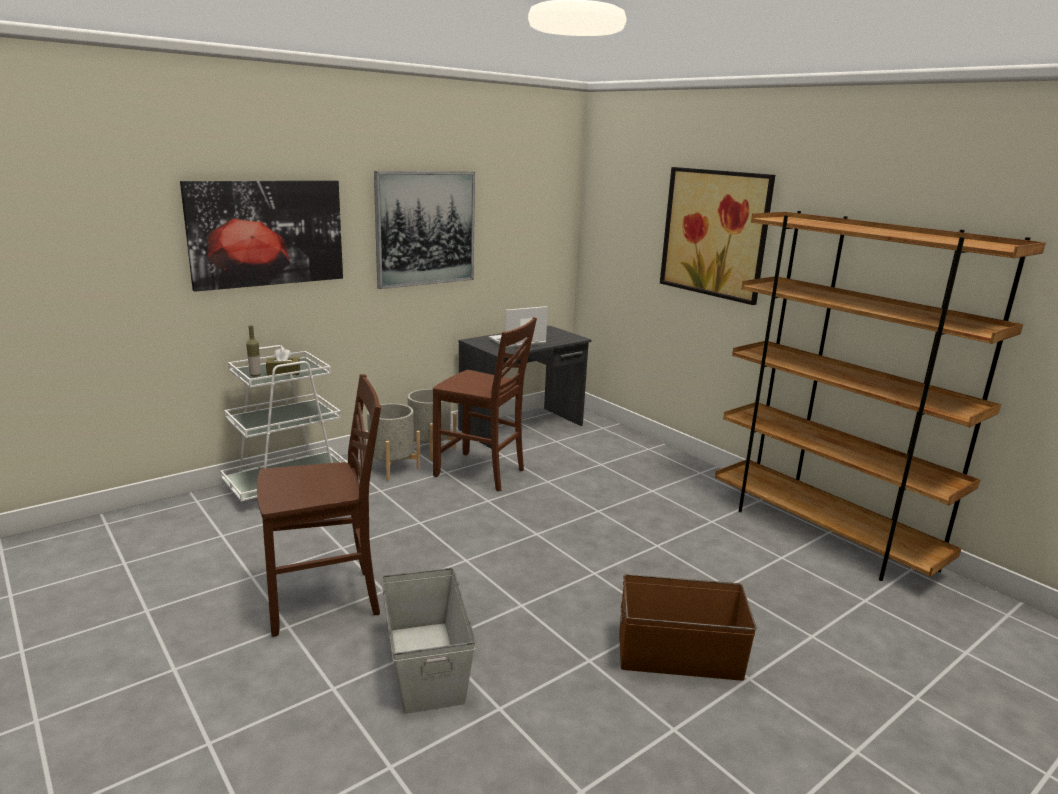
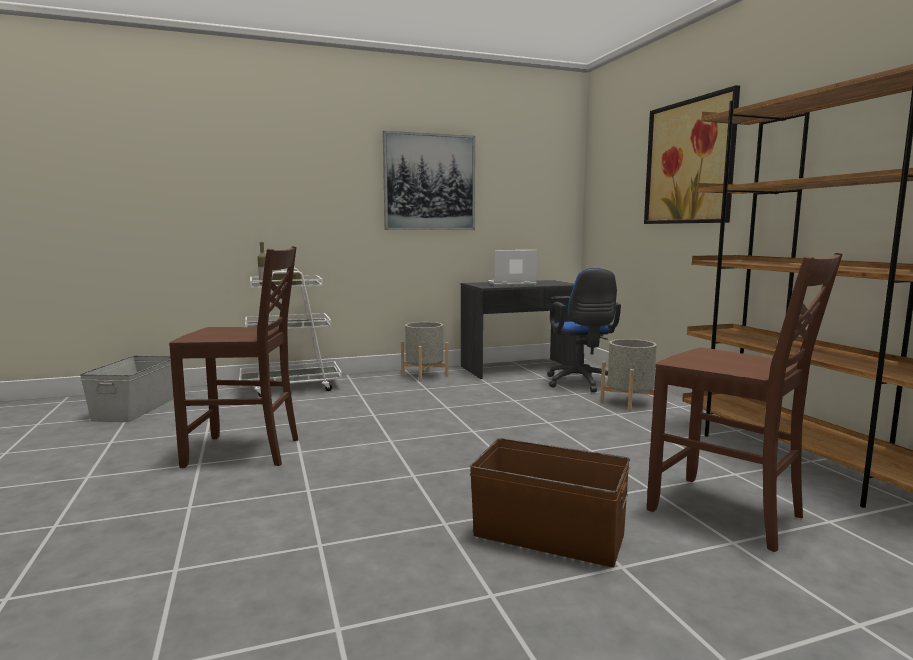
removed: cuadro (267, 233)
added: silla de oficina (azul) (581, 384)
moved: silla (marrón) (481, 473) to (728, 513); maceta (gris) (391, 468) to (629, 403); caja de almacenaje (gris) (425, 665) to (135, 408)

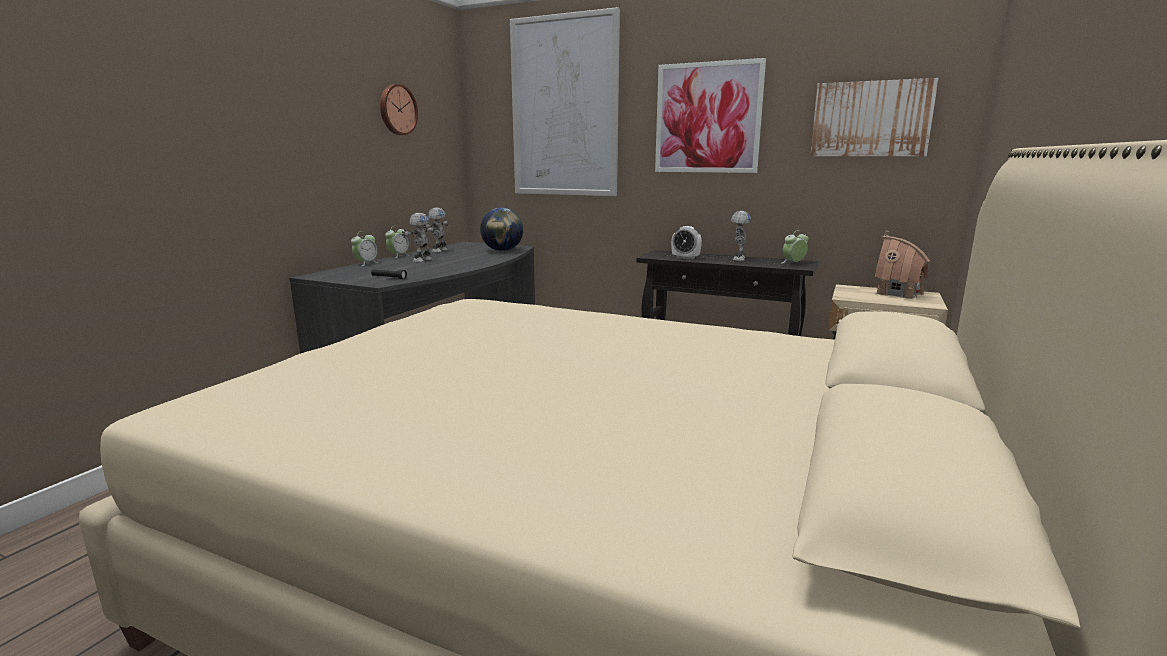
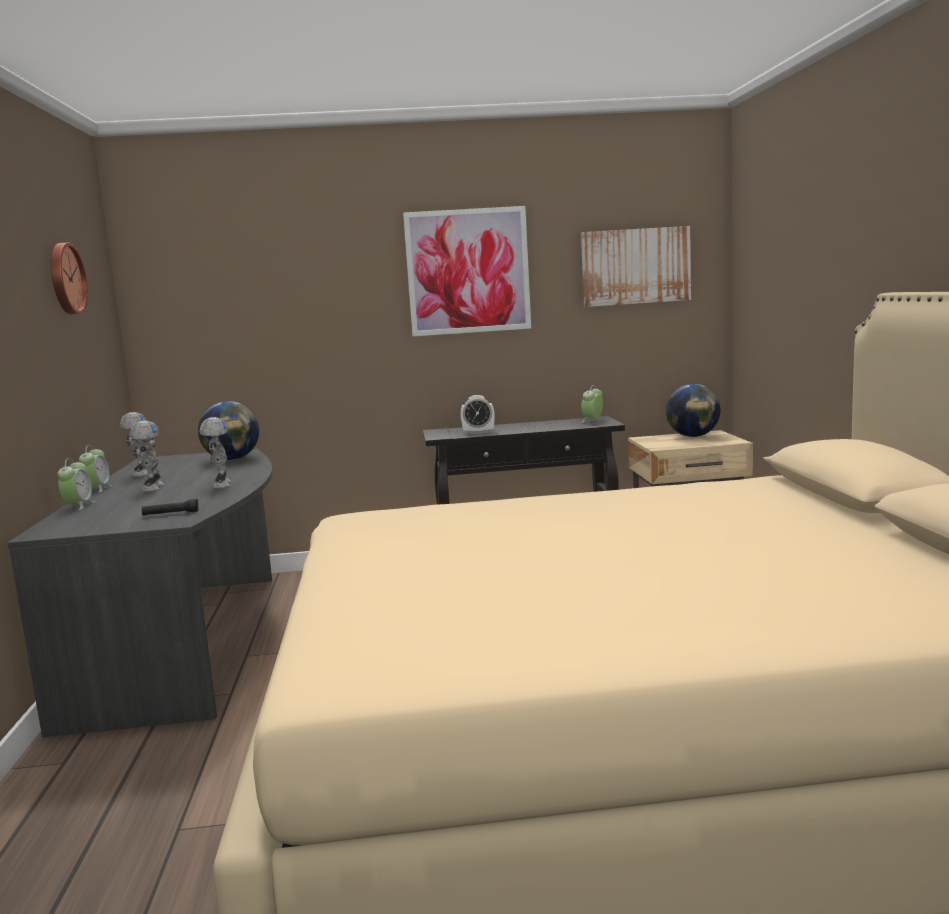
removed: cuadro (564, 108)
moved: robot de juguete (738, 259) to (220, 485)
replaced: casita (898, 293) to globo terráqueo (693, 436)

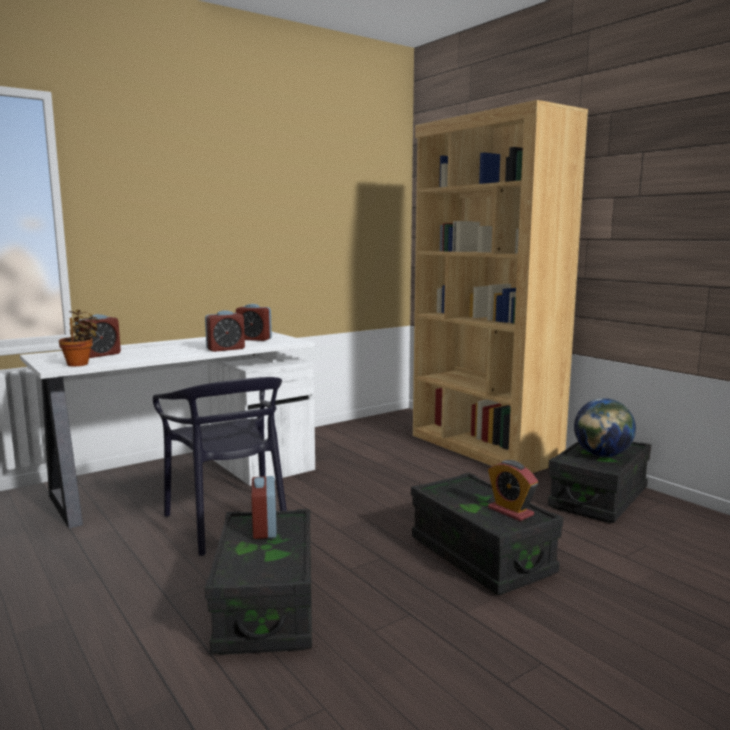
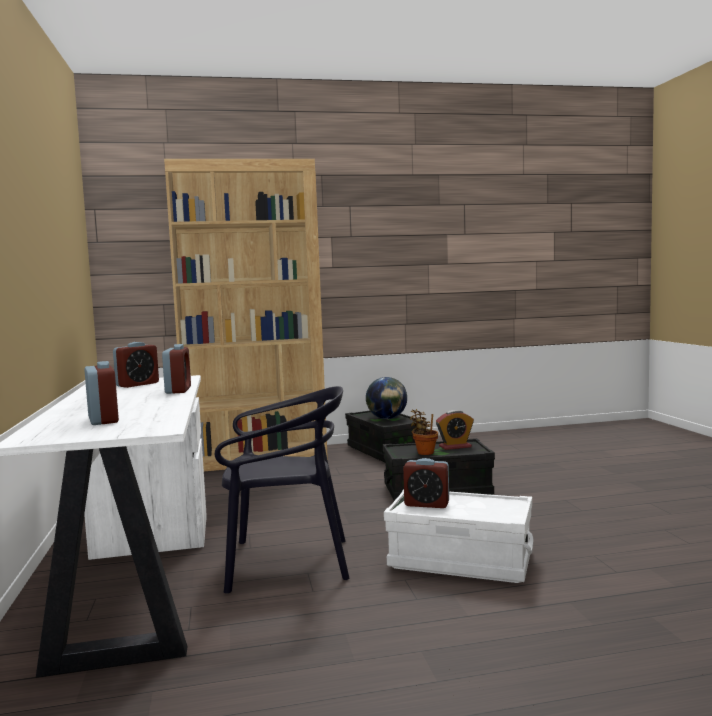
moved: planta en maceta (80, 364) to (424, 452)
recoloured: caja de almacenaje (negro) (266, 606) to caja de almacenaje (blanco) (460, 560)

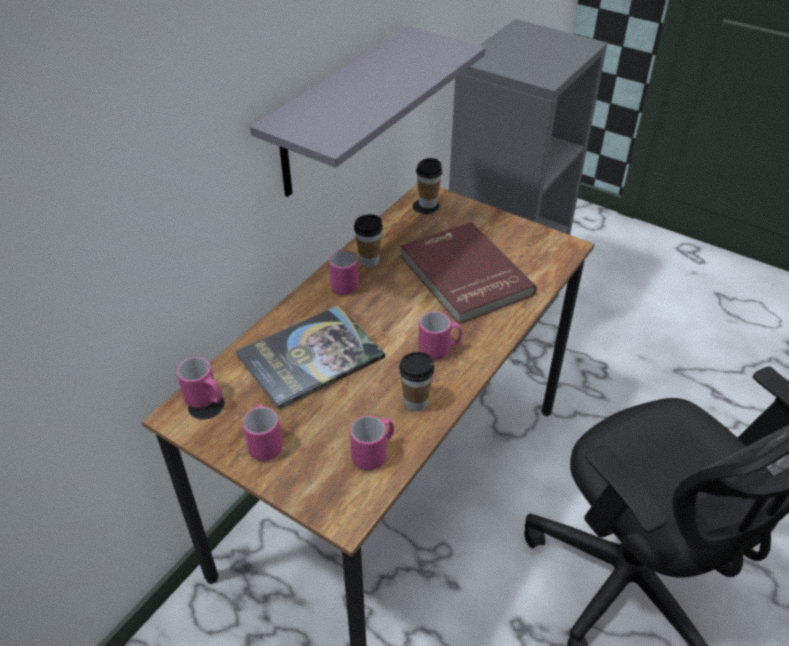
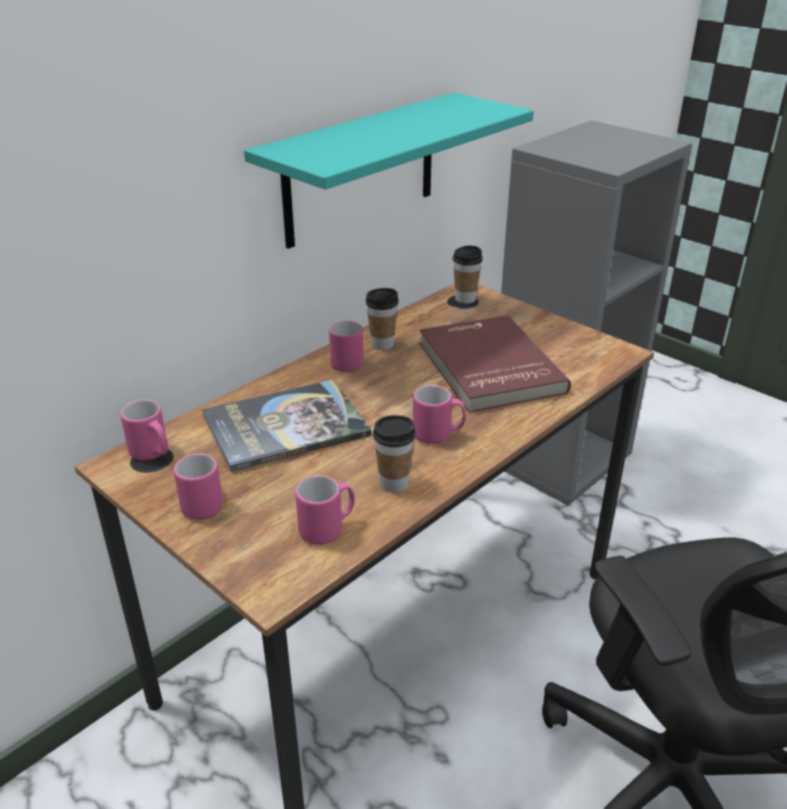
recoloured: estante (gris) (339, 114) to estante (turquesa) (360, 170)

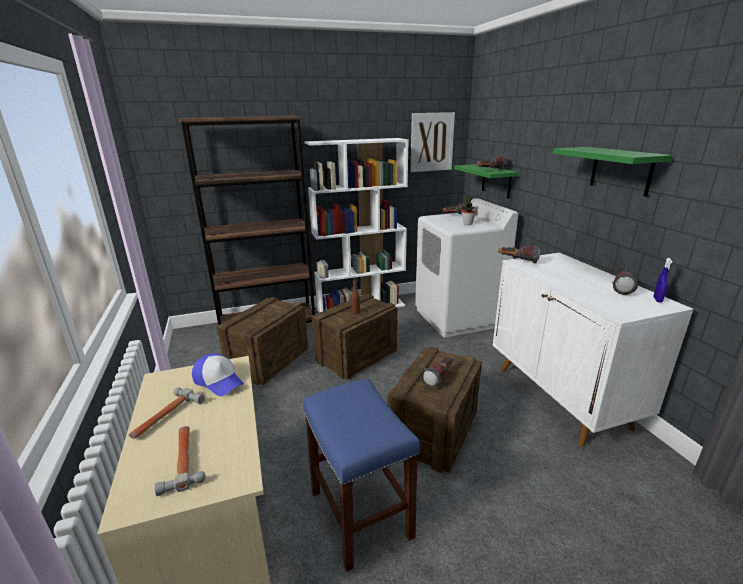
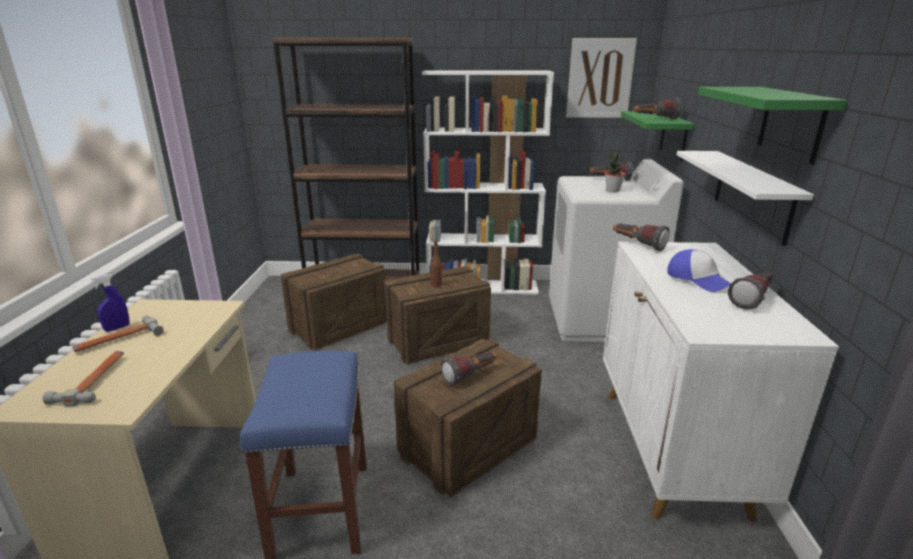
added: estante (blanco) (752, 195)
moved: pulverizador (azul) (657, 300) to (117, 328); gorra (219, 381) to (698, 279)

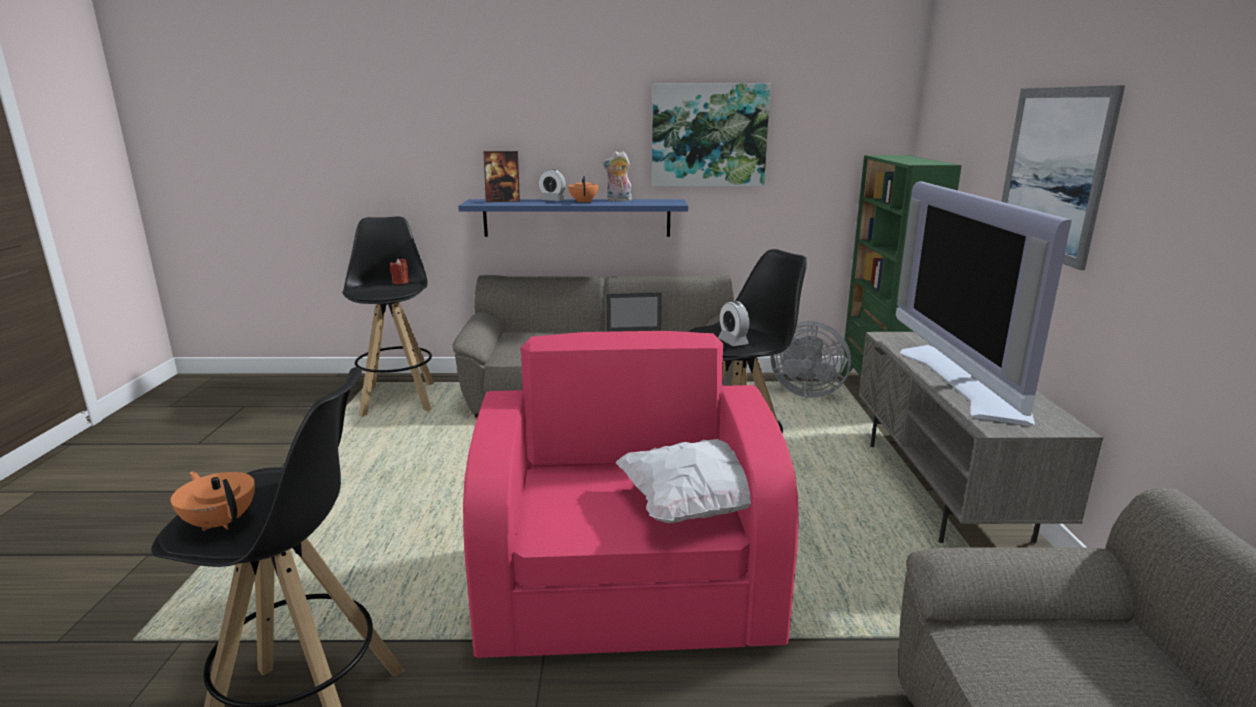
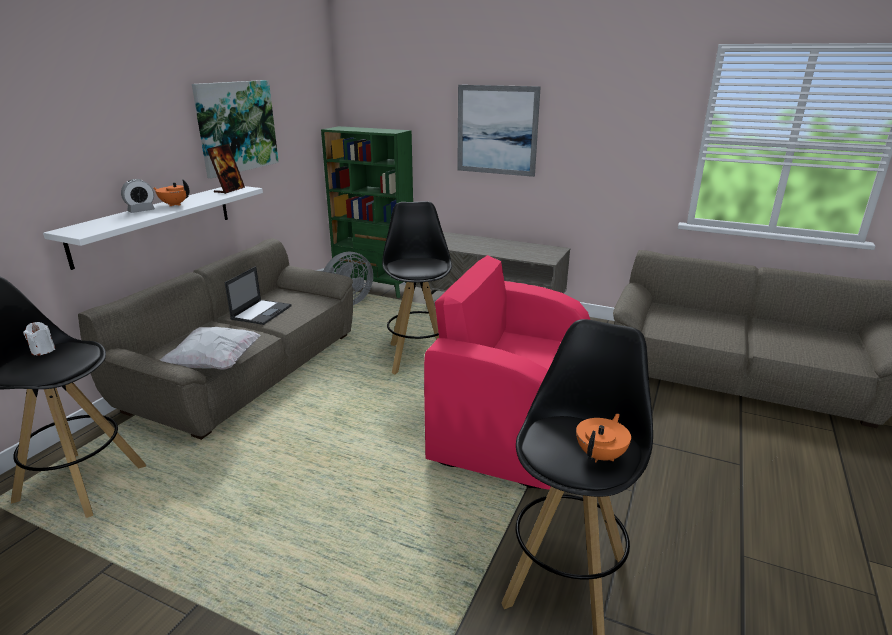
removed: peluche (618, 200); televisor (963, 382); despertador (733, 342)
moved: portarretratos (503, 201) to (229, 190); cojín (blanco) (692, 506) to (215, 364)
recoloured: estante (azul) (577, 218) to estante (blanco) (155, 223); vela (rojo) (400, 282) to vela (blanco) (43, 350)
turned: tetera (naranja) (221, 522) = (601, 455) 150 degrees clockwise

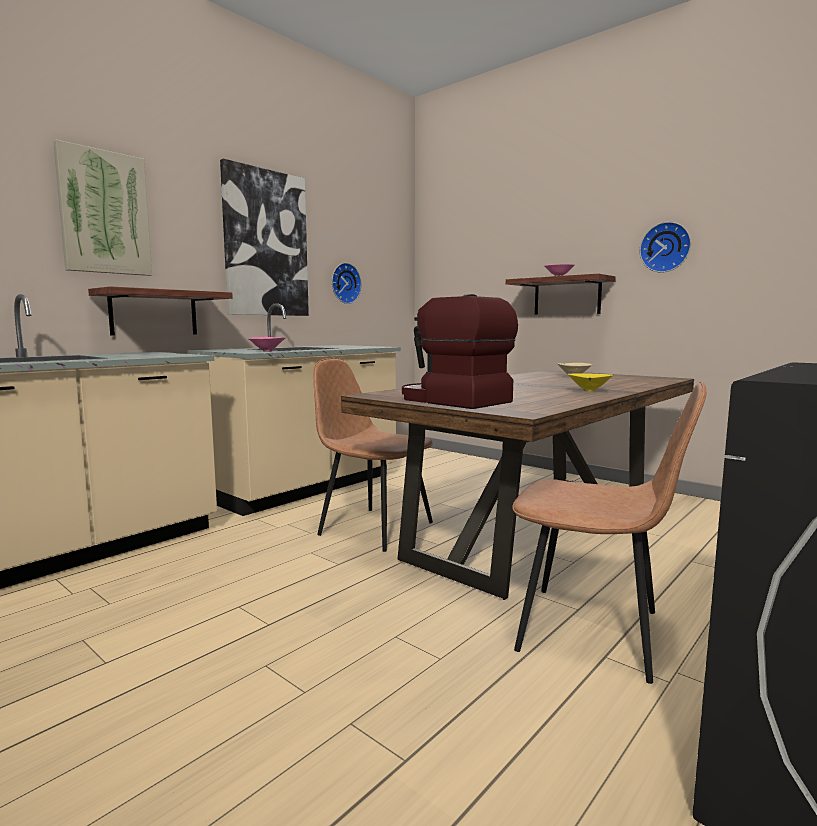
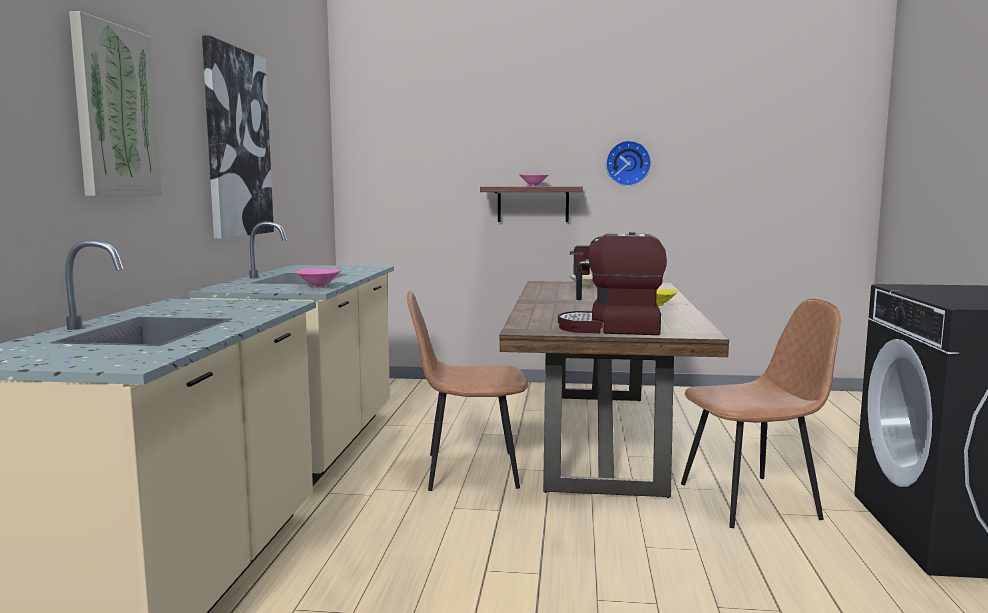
removed: reloj de pared (344, 283); estante (154, 313)

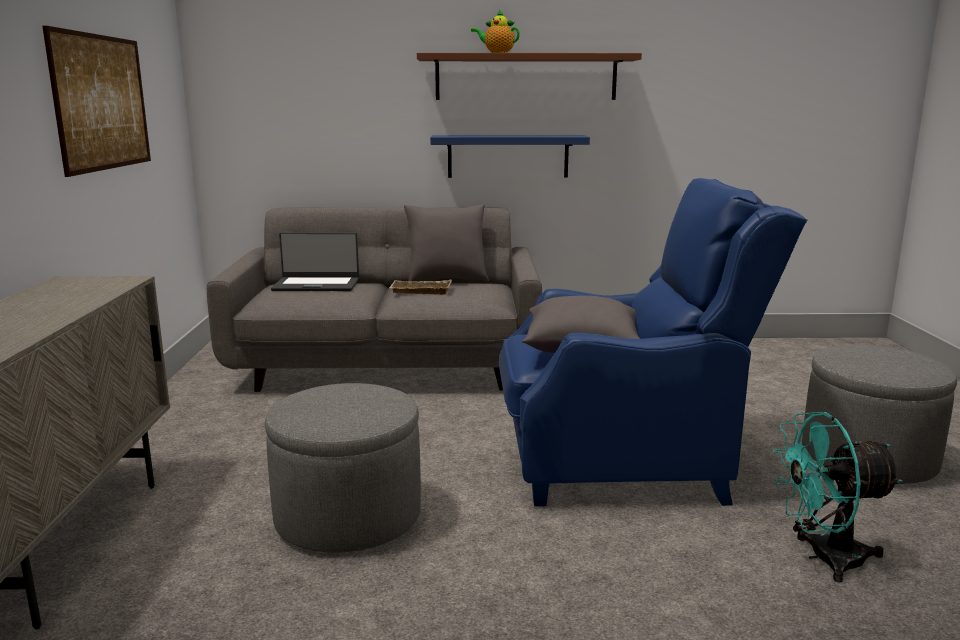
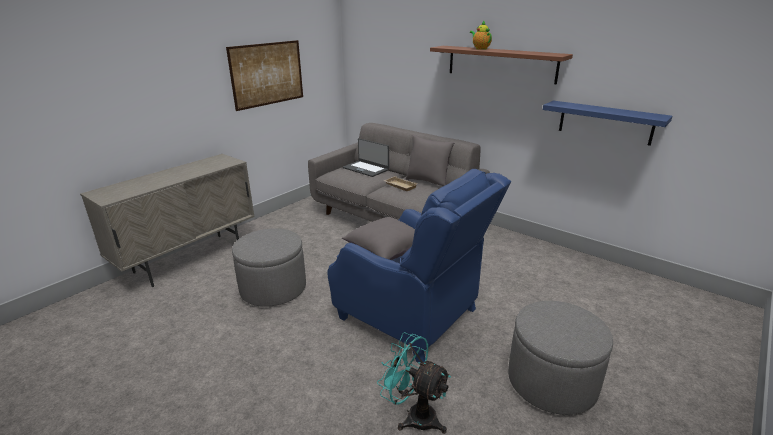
moved: estante (azul) (508, 156) to (605, 122)

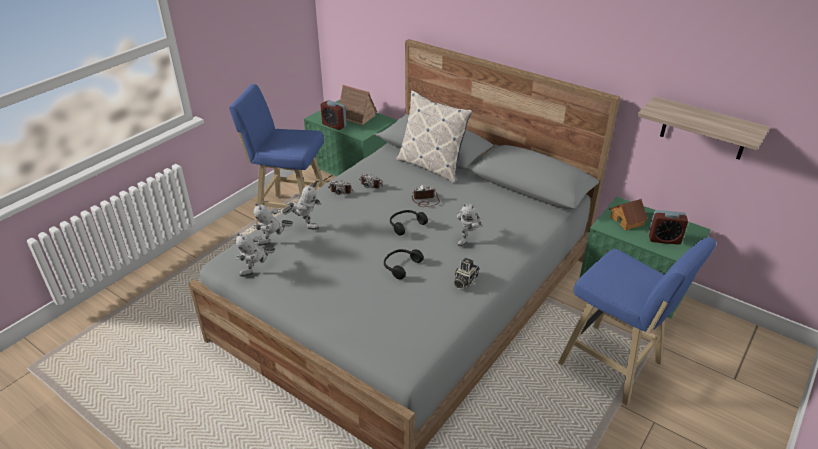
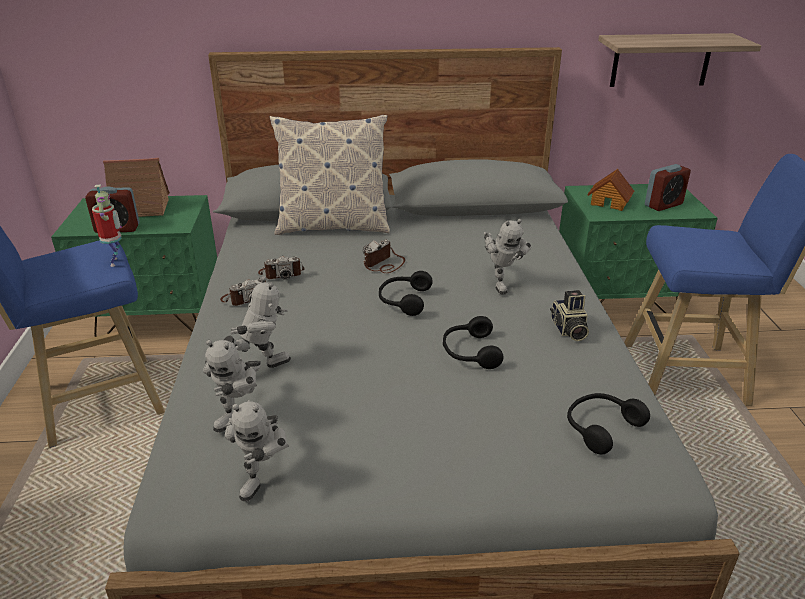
added: robot de juguete (117, 262); auriculares (negro) (600, 427)

